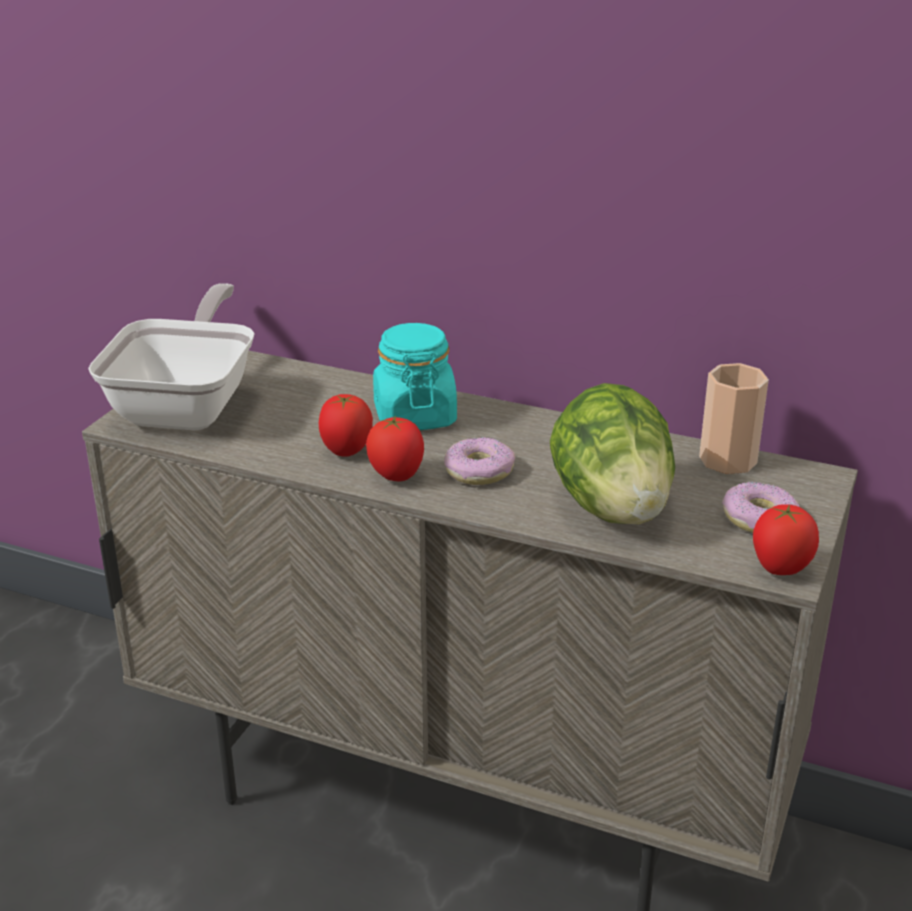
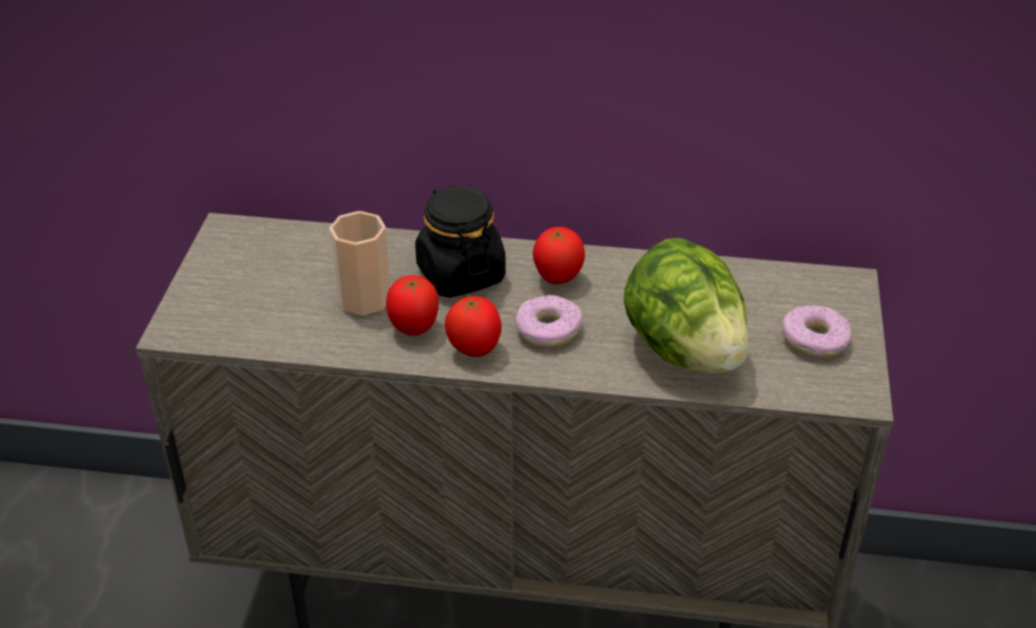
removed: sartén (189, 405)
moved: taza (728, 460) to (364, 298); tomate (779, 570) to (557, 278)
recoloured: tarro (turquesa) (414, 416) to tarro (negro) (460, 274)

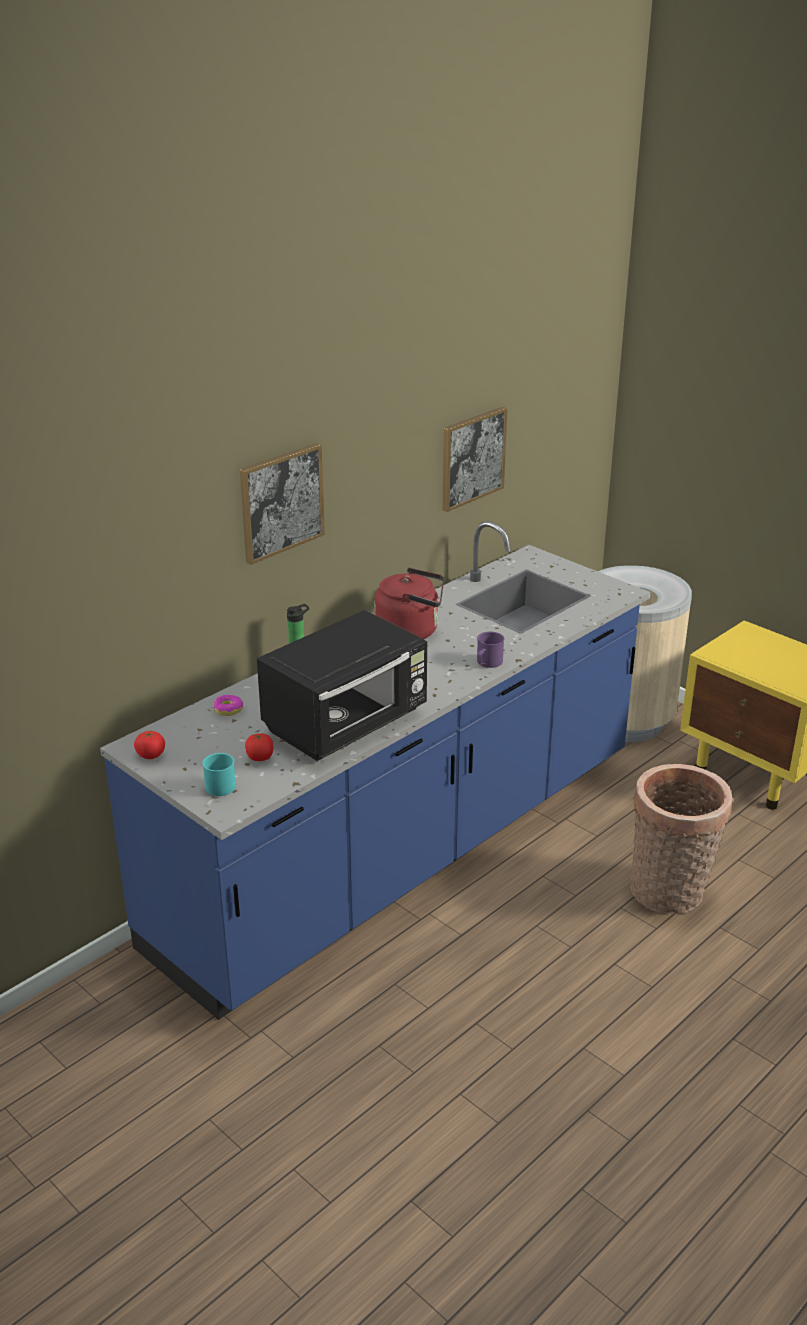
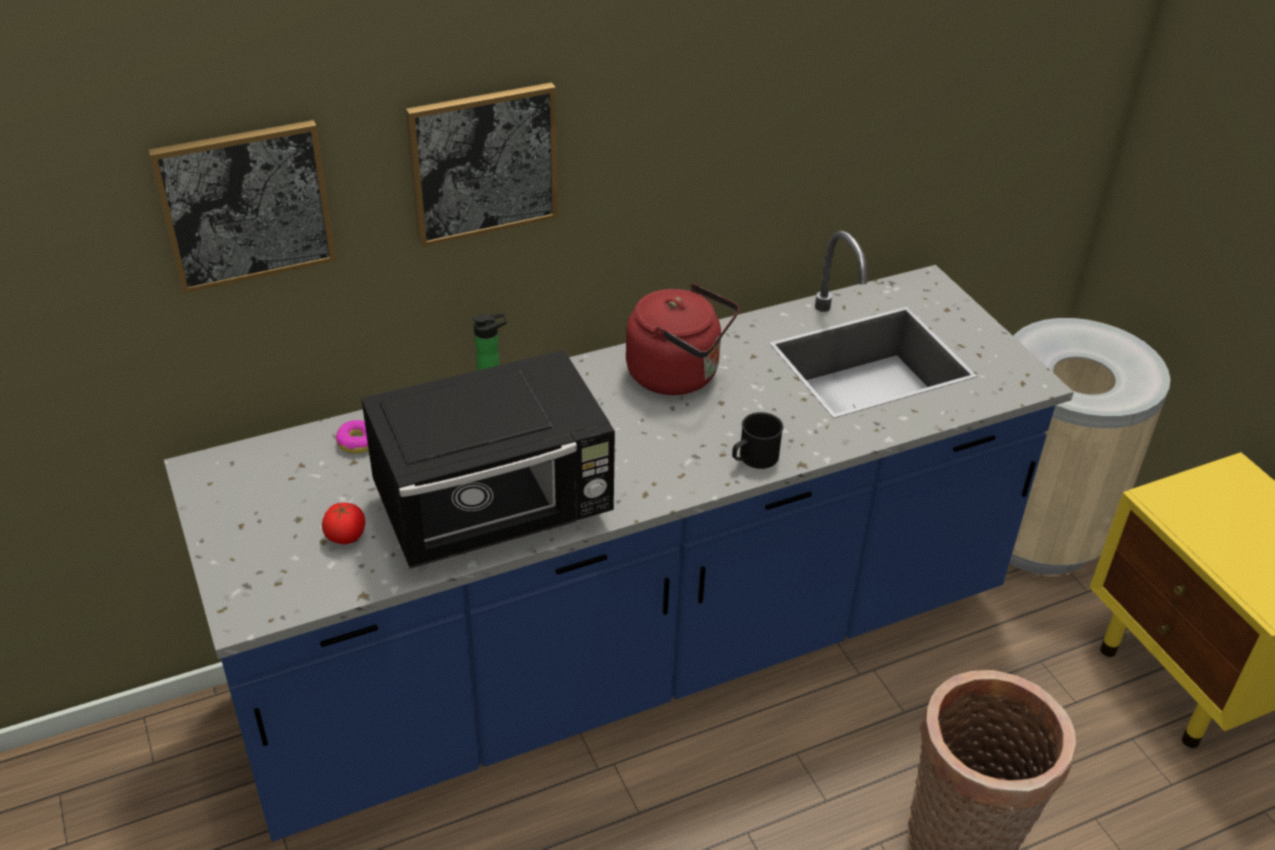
removed: tomate (150, 755); taza grande (turquesa) (217, 784)
moved: cuadro (472, 458) to (246, 205)
recoloured: taza grande (morado) (487, 663) to taza grande (negro) (753, 458)

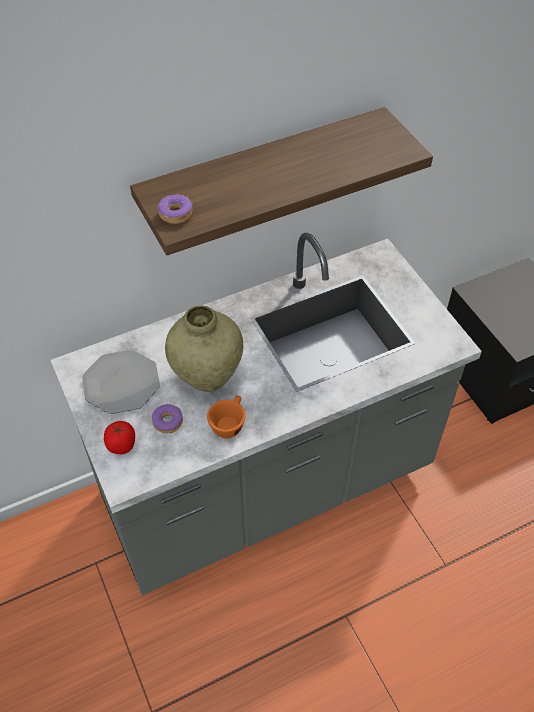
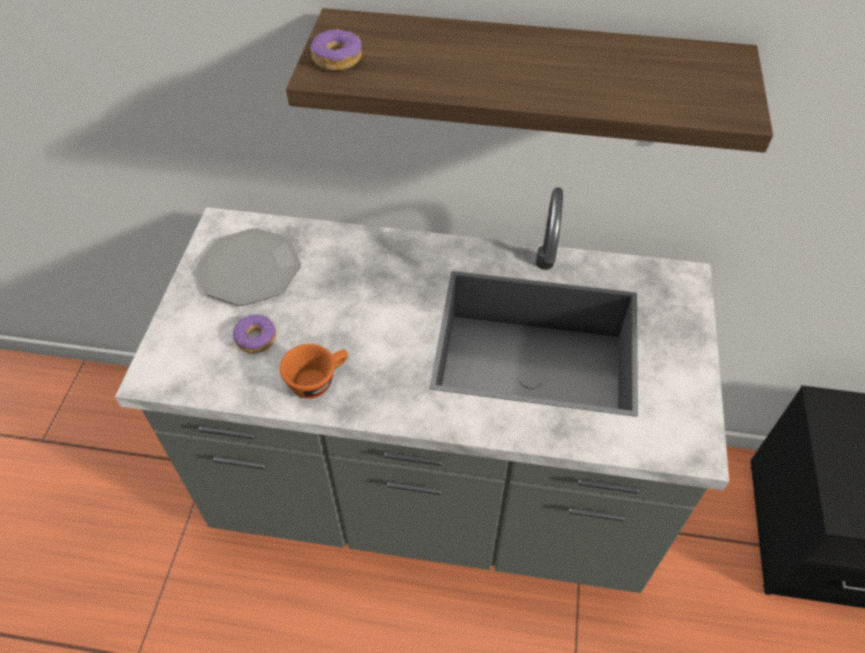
removed: florero (beis) (207, 376); tomate (122, 446)

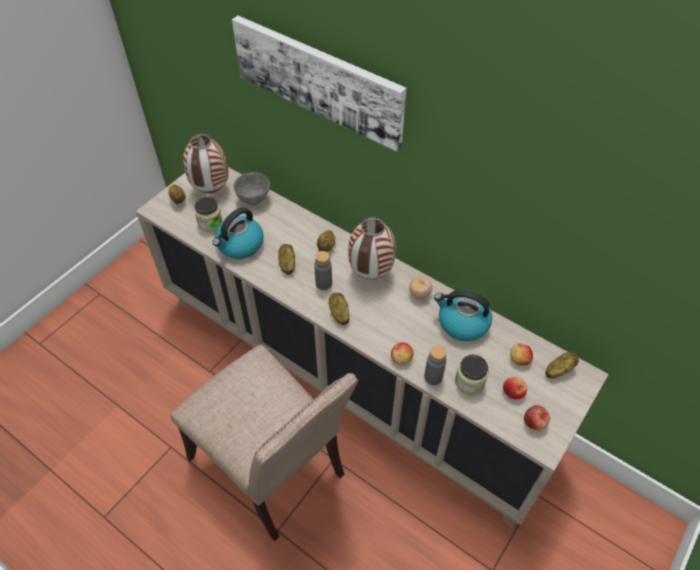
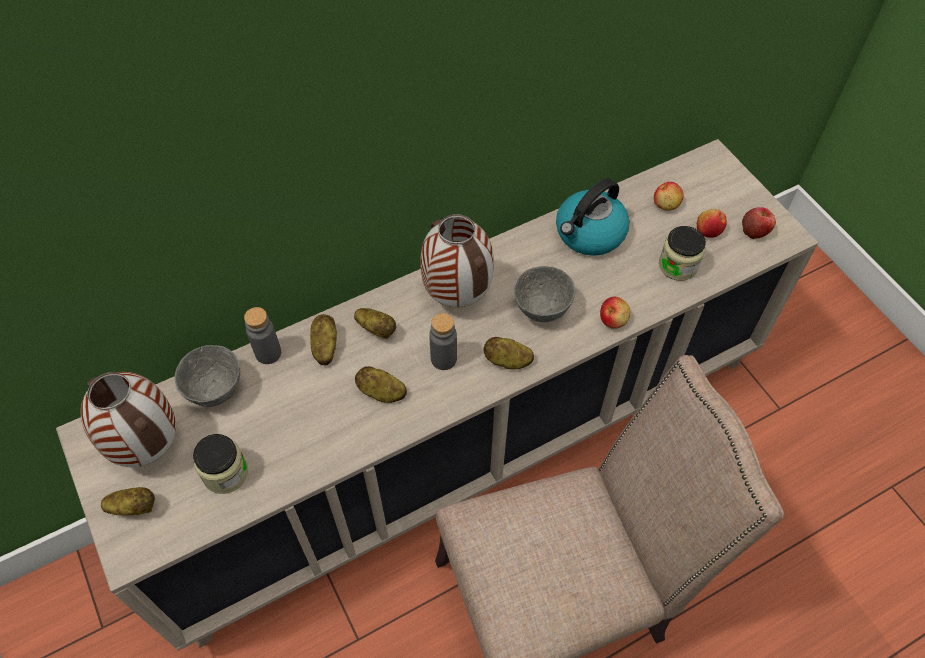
removed: cuadro (318, 79); hervidor (240, 245); tomate (419, 293)
added: cuenco (gris) (543, 311)
moved: botella (gris) (433, 377) to (268, 353); patata (558, 370) to (324, 347)

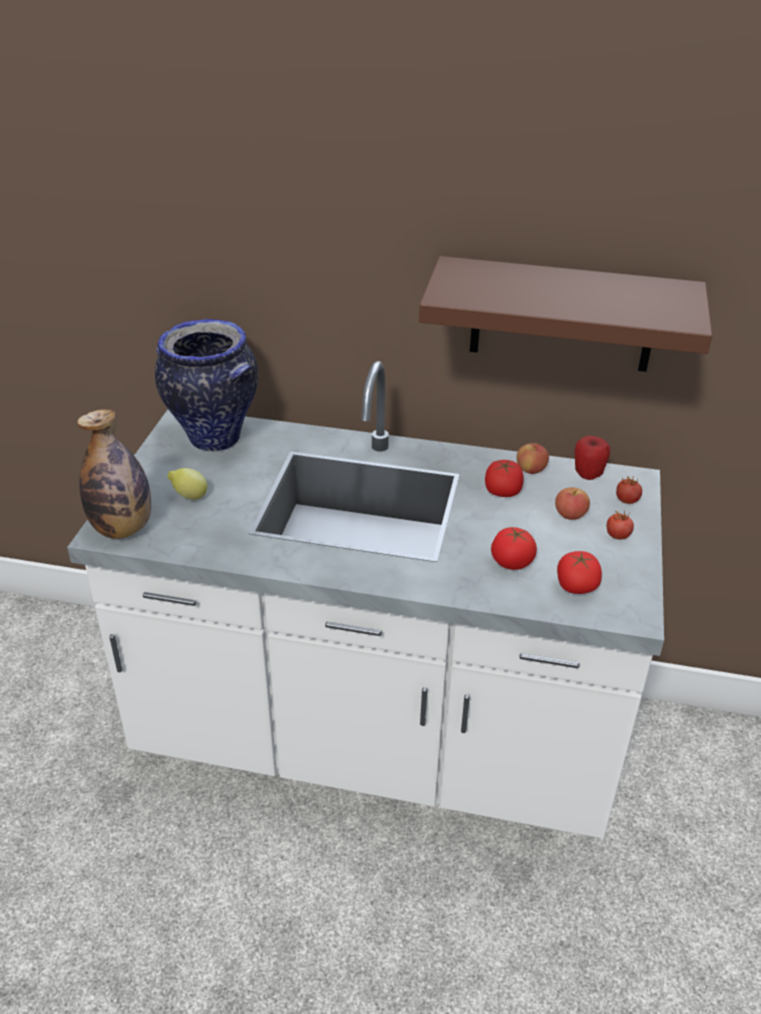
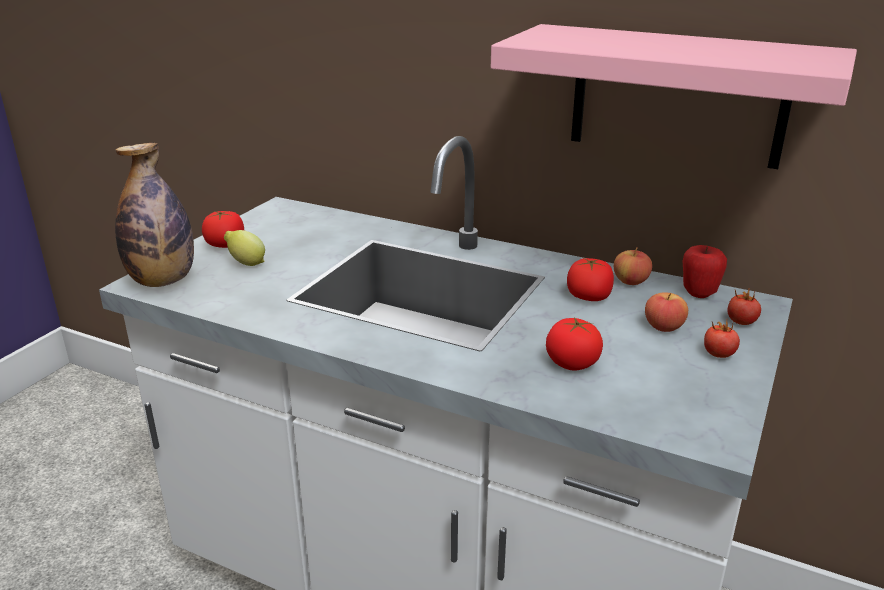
removed: florero (213, 438)
moved: tomate (576, 586) to (225, 245)
recoloured: estante (marrón) (563, 315) to estante (rosa) (677, 96)

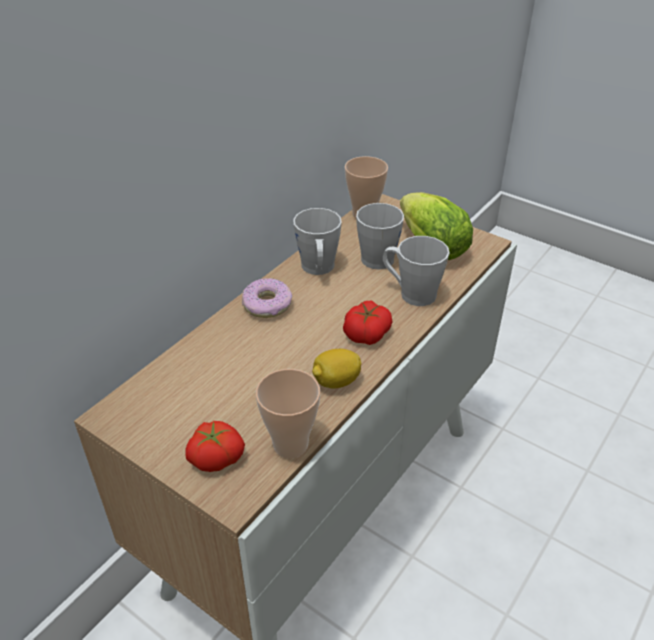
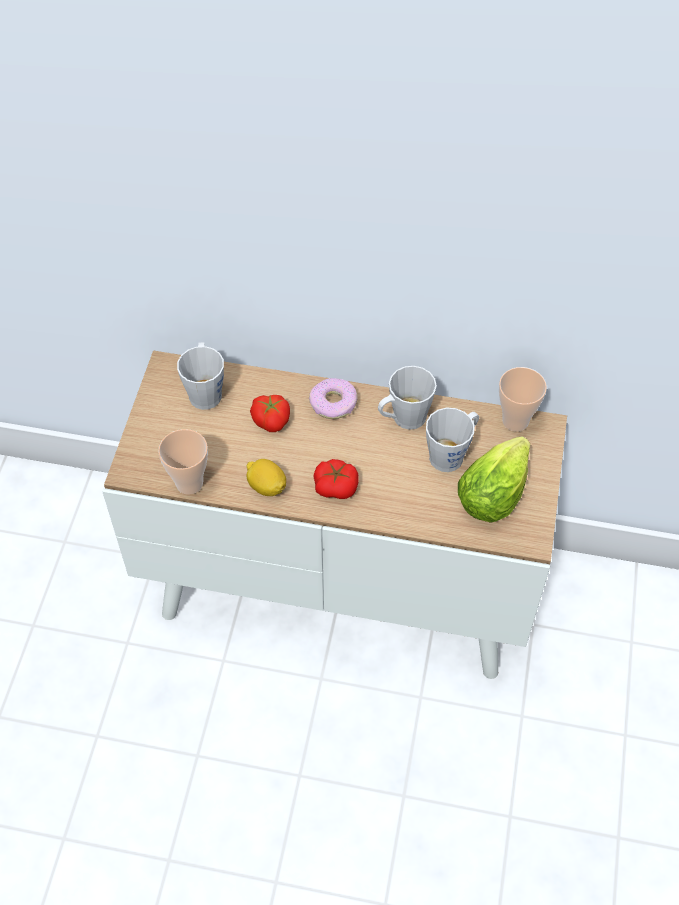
moved: taza grande (gris) (411, 293) to (205, 390); tomate (216, 456) to (272, 419)

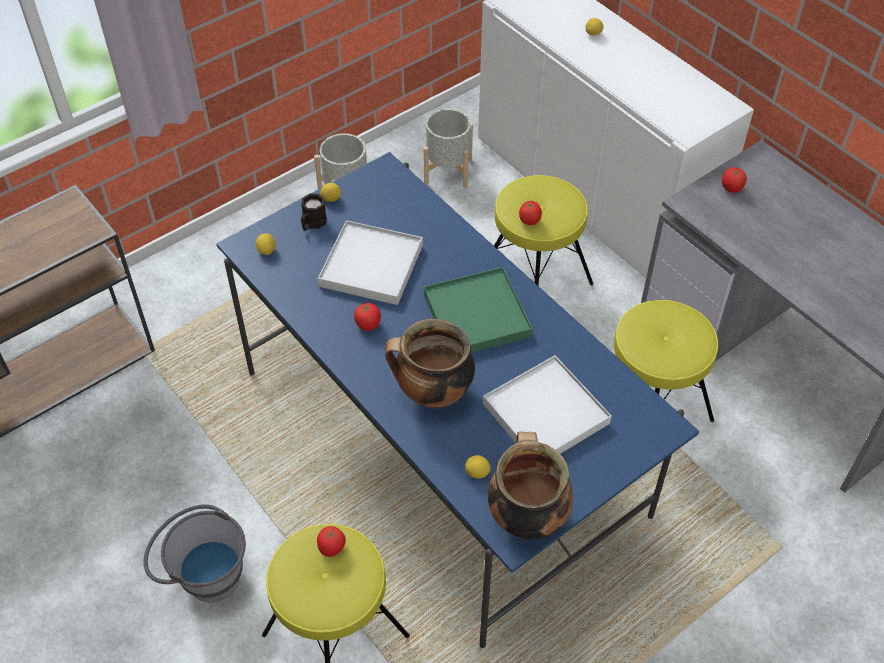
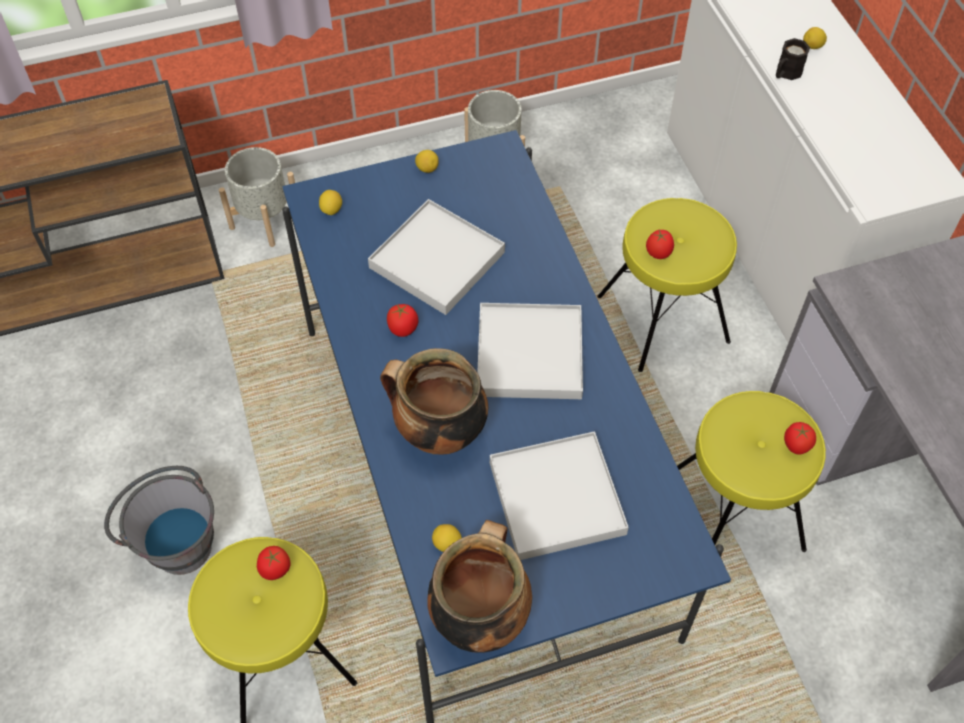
moved: maceta (gris) (447, 171) to (264, 219); tomate (731, 188) to (796, 445); taza grande (negro) (312, 224) to (786, 73)
recoloured: bandeja (verde) (476, 316) to bandeja (blanco) (529, 355)

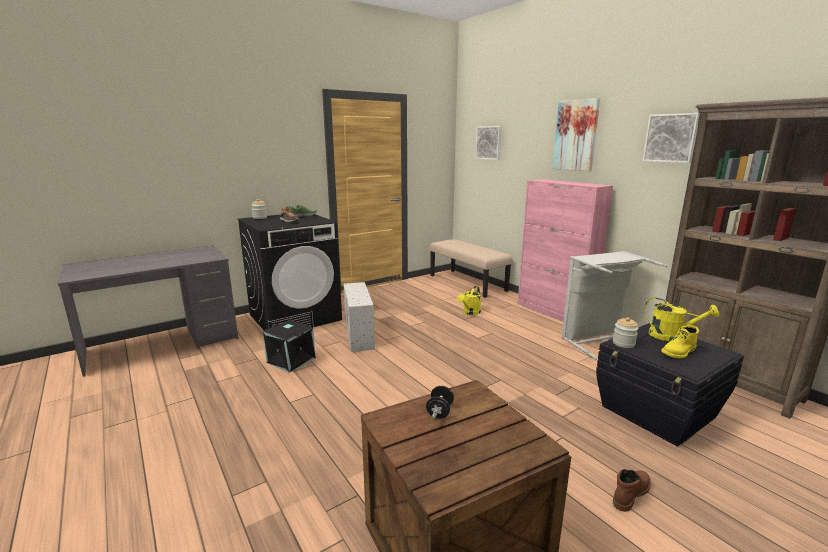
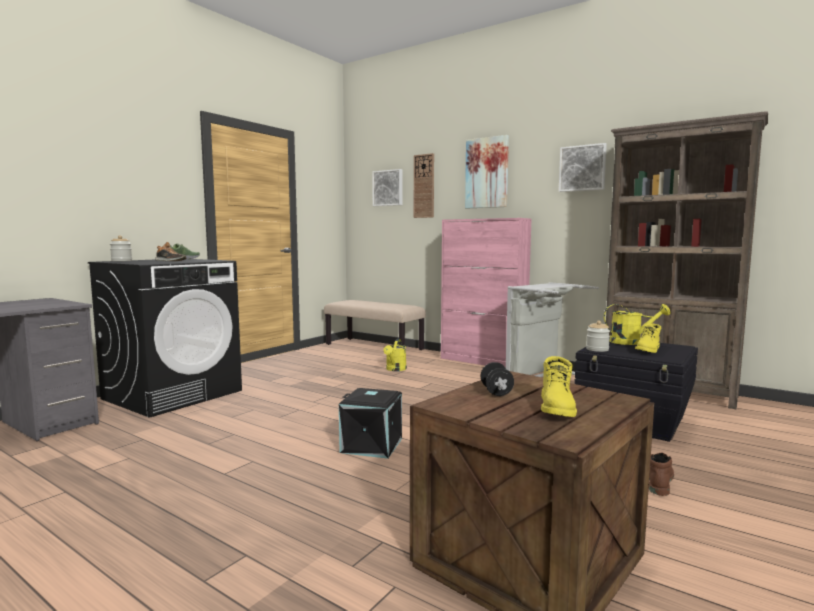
removed: caja de almacenaje (blanco) (359, 335)
added: reloj de pared (424, 186); bota (amarillo) (558, 408)
moved: caja de almacenaje (negro) (292, 360) to (372, 445)

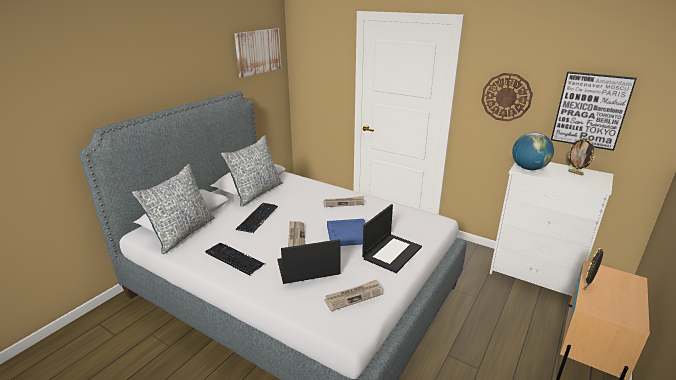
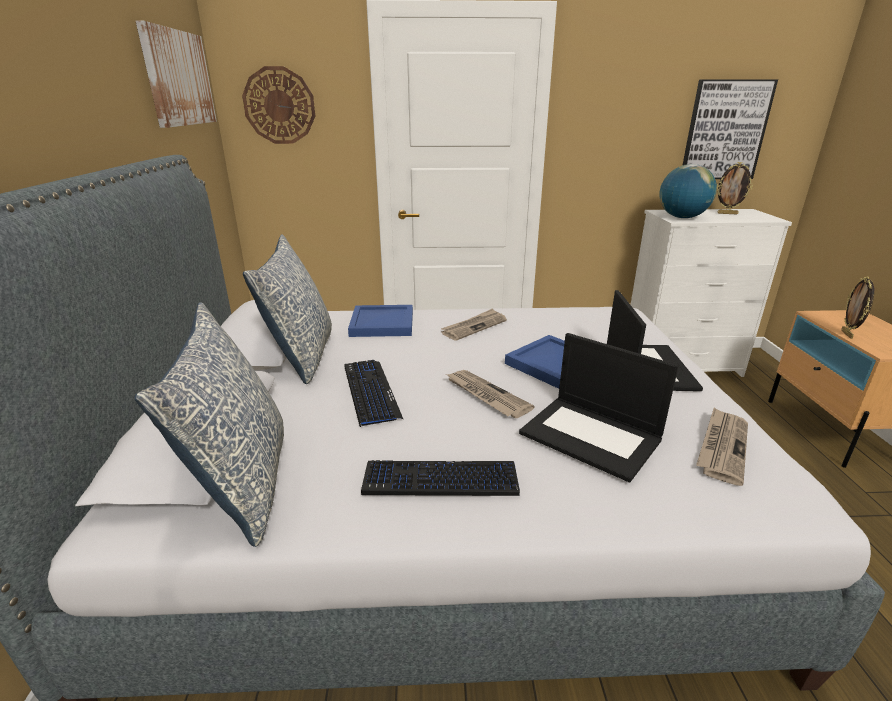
added: bandeja (azul) (381, 323)
moved: reloj de pared (506, 97) to (279, 106)
turned: portátil (307, 268) = (592, 436) 90 degrees counterclockwise

